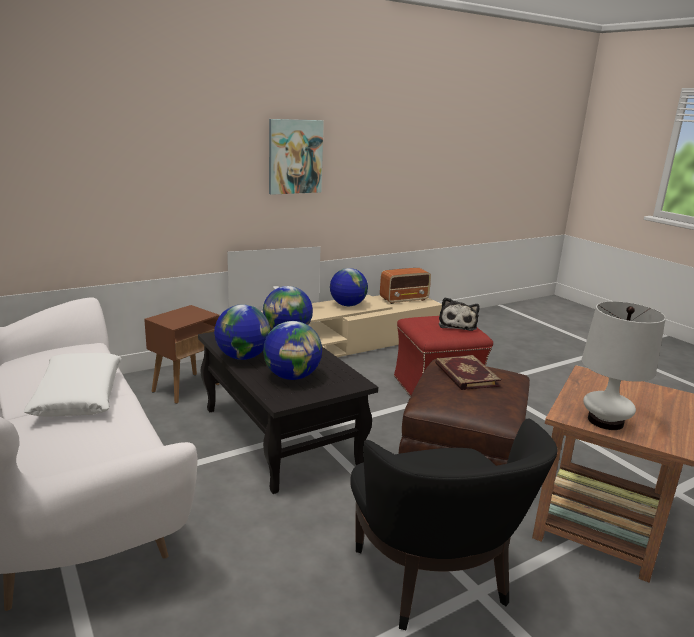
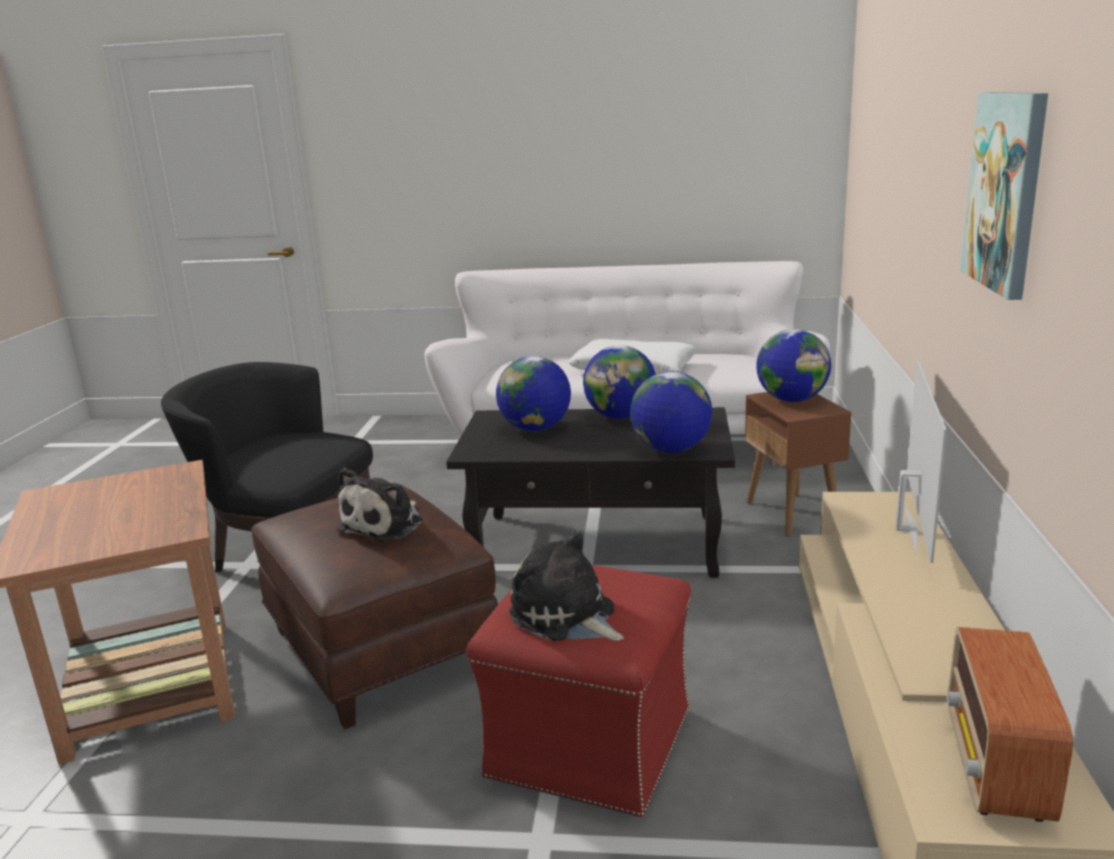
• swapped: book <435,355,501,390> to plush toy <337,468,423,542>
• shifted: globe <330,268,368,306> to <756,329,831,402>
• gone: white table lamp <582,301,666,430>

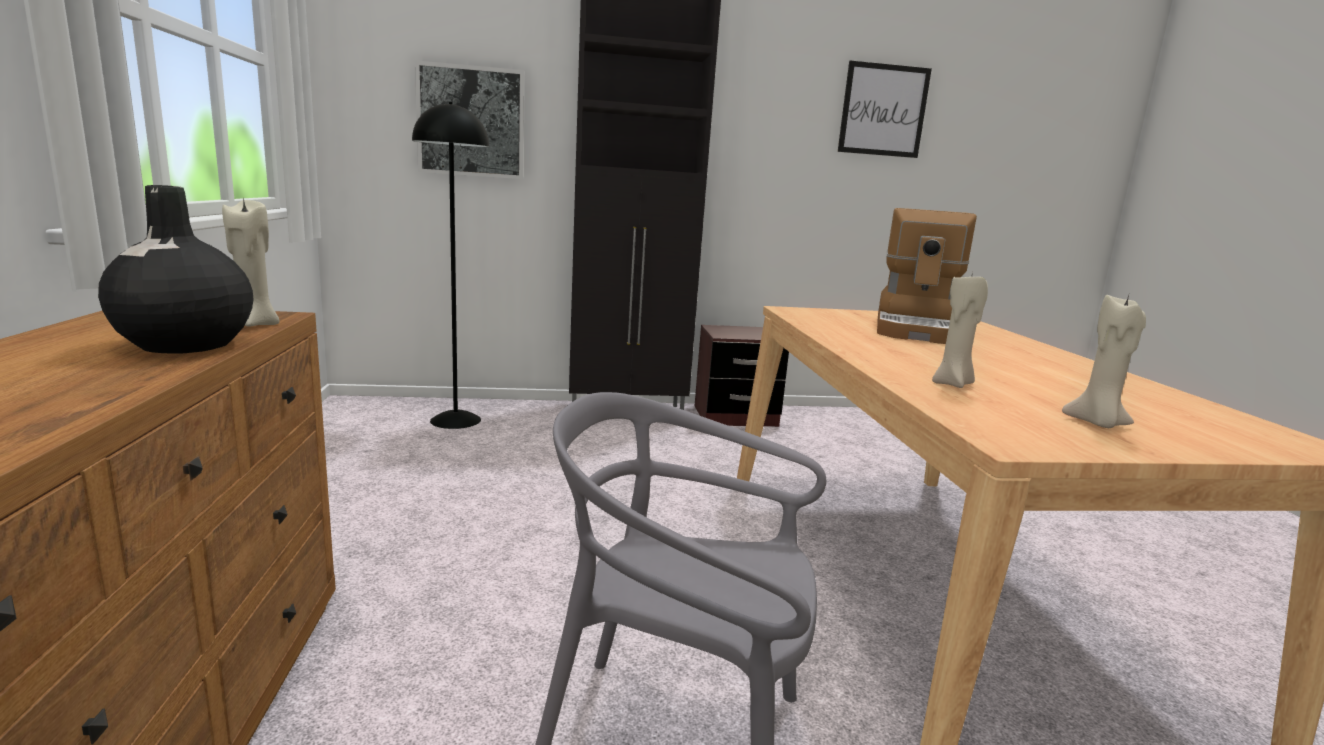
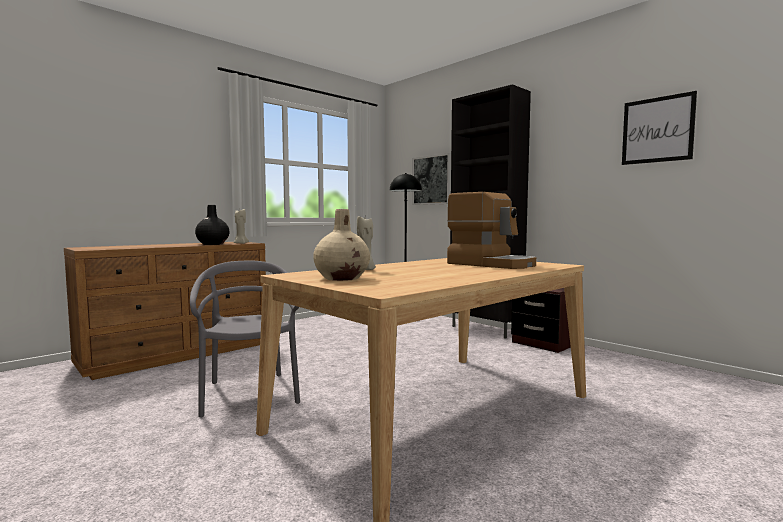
• swapped: beige candle <1062,295,1146,428> to beige vase <313,209,370,281>
• rotated: coffee machine <877,208,977,344> = <447,192,536,269> 120 degrees counterclockwise

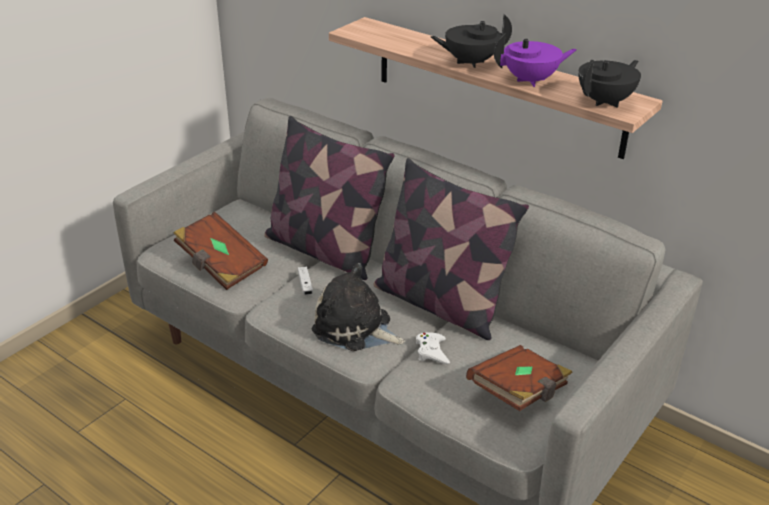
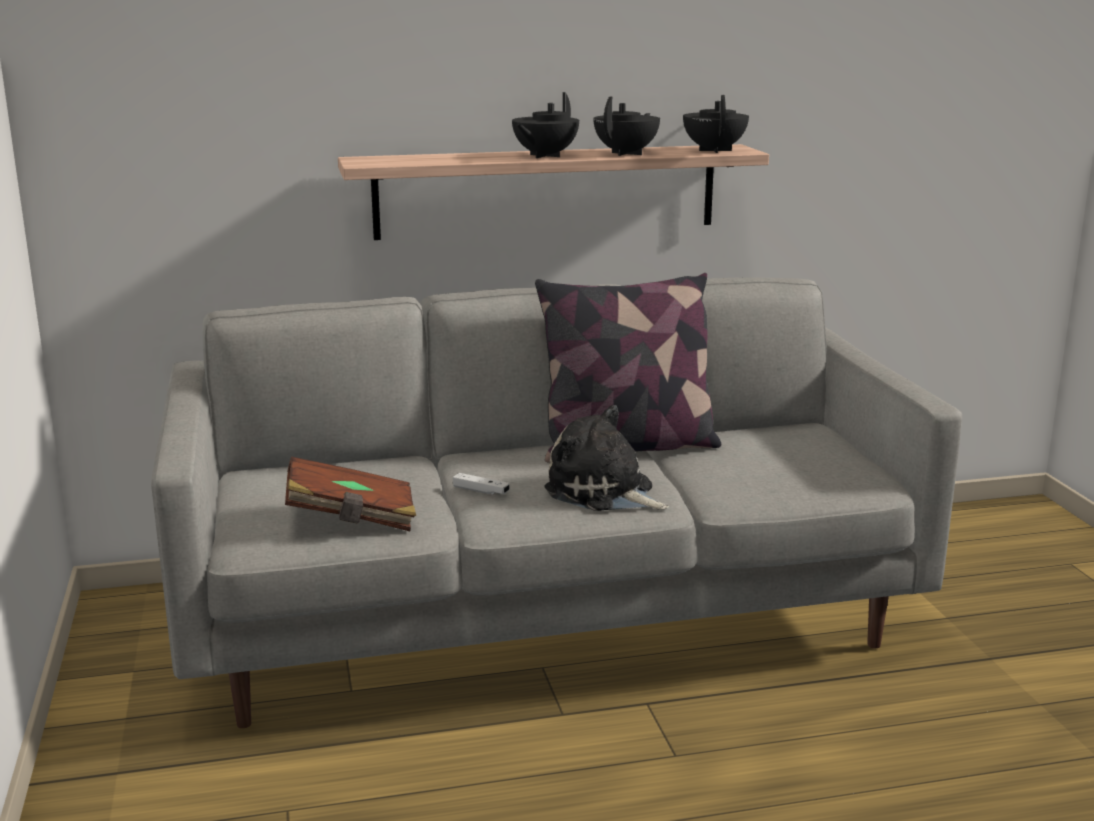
• rotated: plush toy <312,263,405,351> = <544,405,669,511> 60 degrees clockwise
• repainted: purple teapot <494,33,577,87> to black teapot <593,96,660,156>
• gone: pillow <264,116,395,280>
• gone: white game controller <416,332,450,364>
• gone: brown book <466,345,573,411>

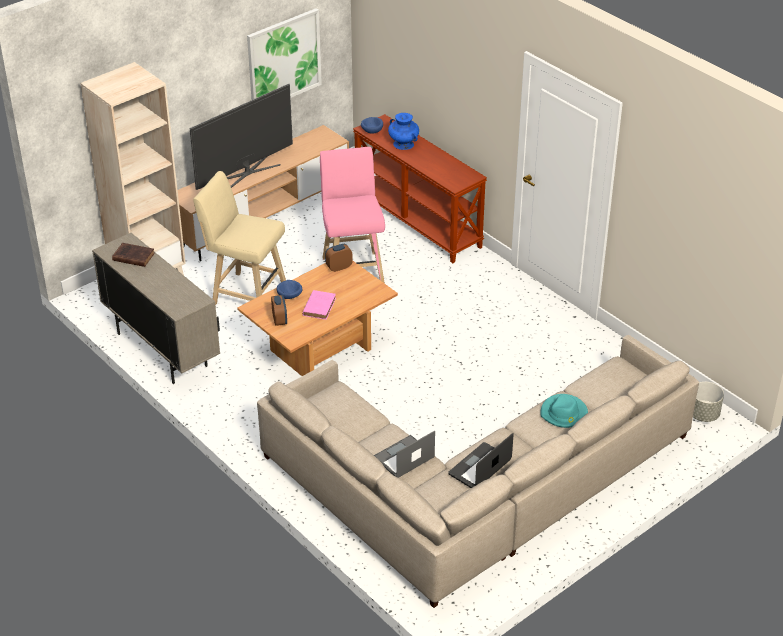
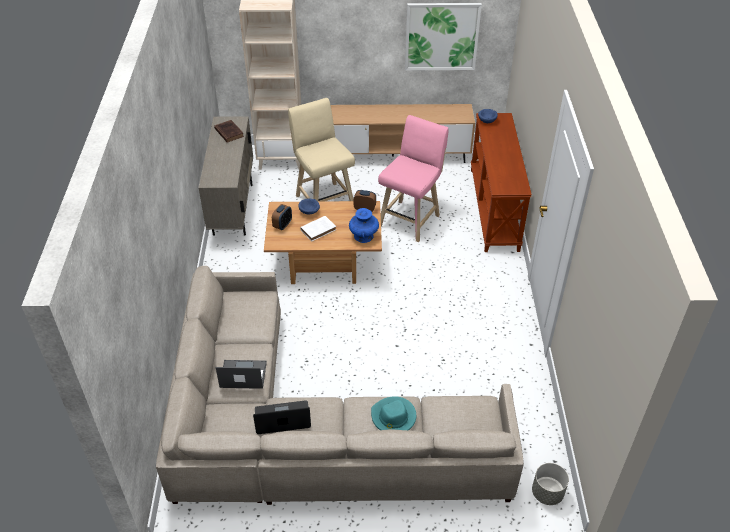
• repainted: pink book <302,290,336,320> to white book <300,216,336,241>
• shifted: blue vase <388,113,419,150> to <349,208,379,243>
• gone: television <190,84,293,190>

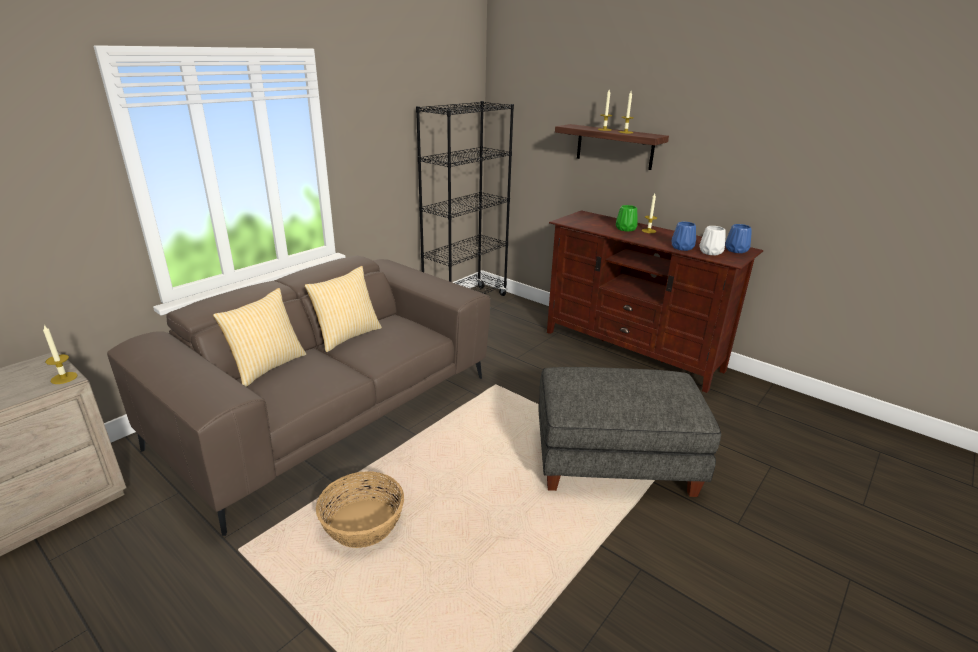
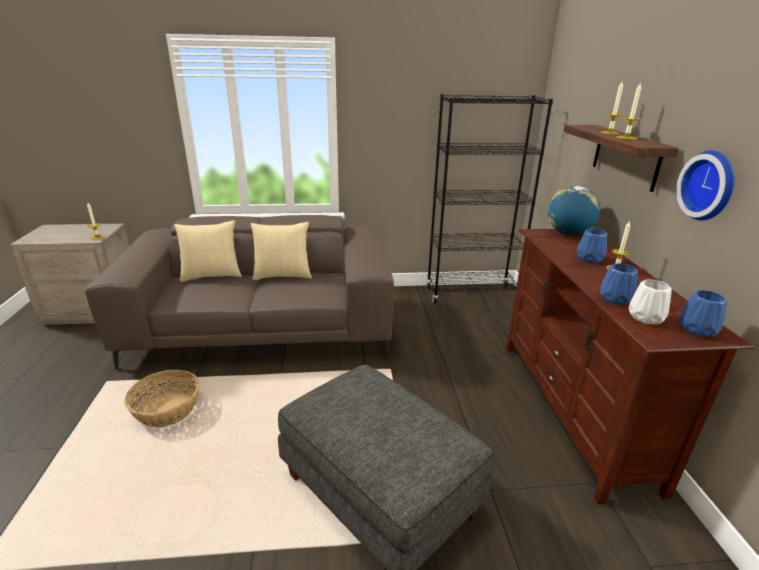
• new: globe <548,186,600,235>
• repainted: green vase <616,205,638,232> to blue vase <577,229,607,263>
• new: wall clock <676,151,735,221>

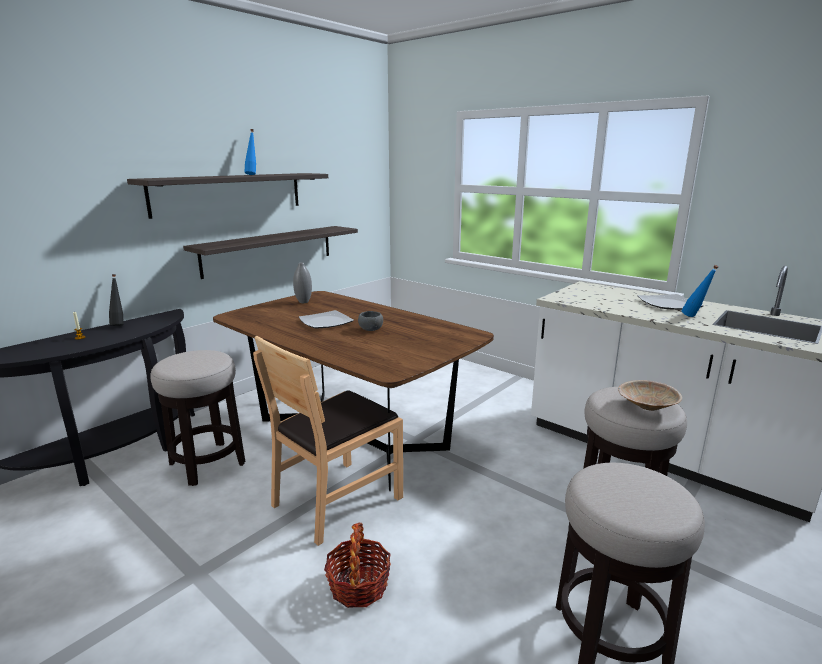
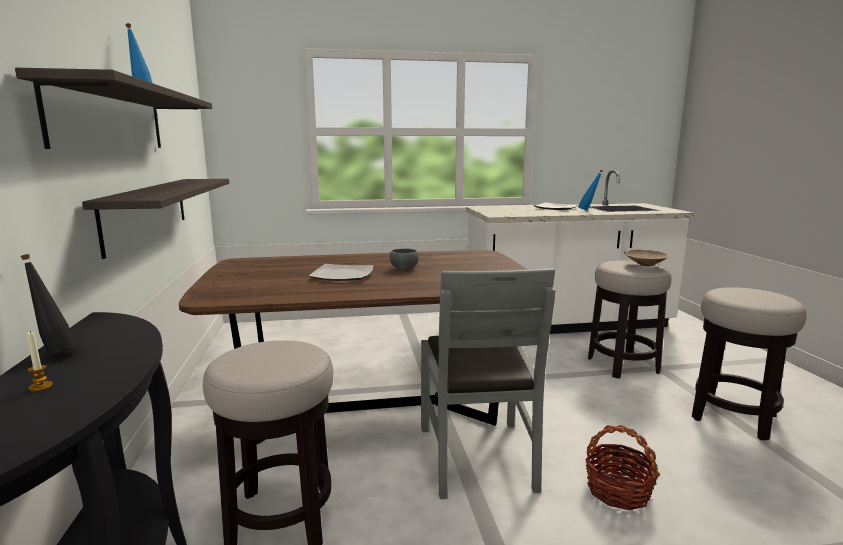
• repainted: brown chair <253,336,403,546> to grey chair <421,268,555,499>
• gone: grey vase <293,262,312,303>

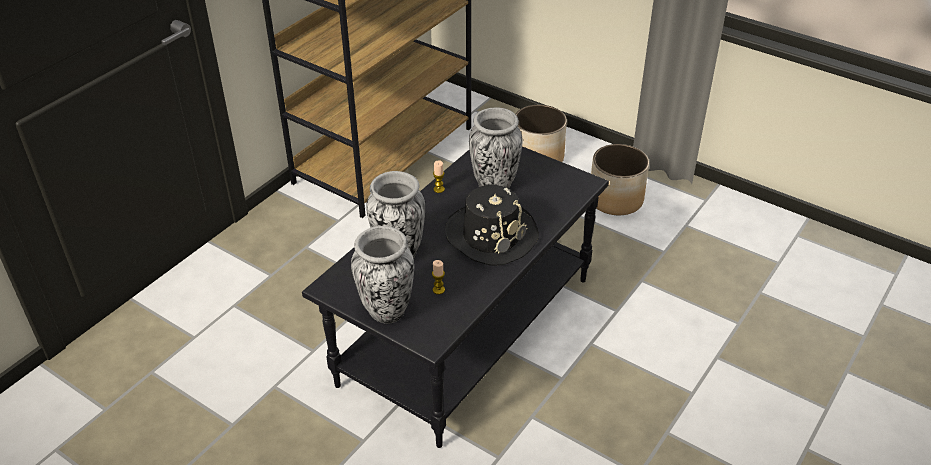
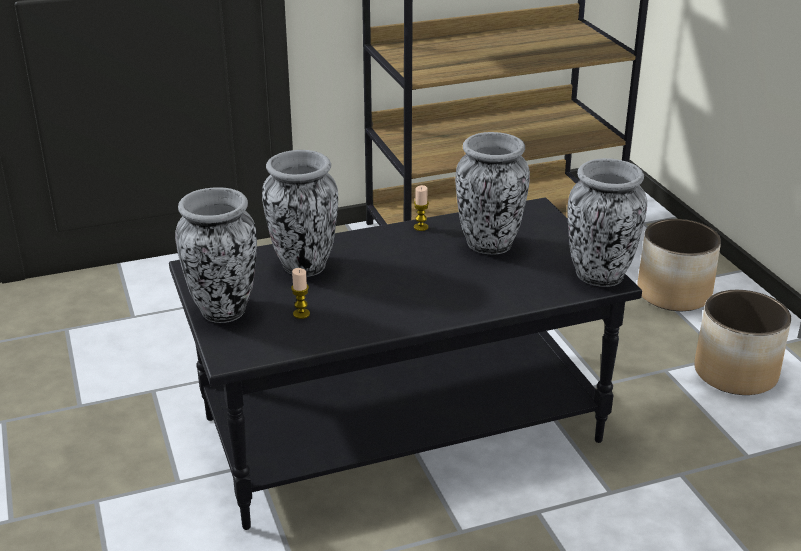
• new: vase <567,158,647,287>
• gone: black hat <445,185,539,266>

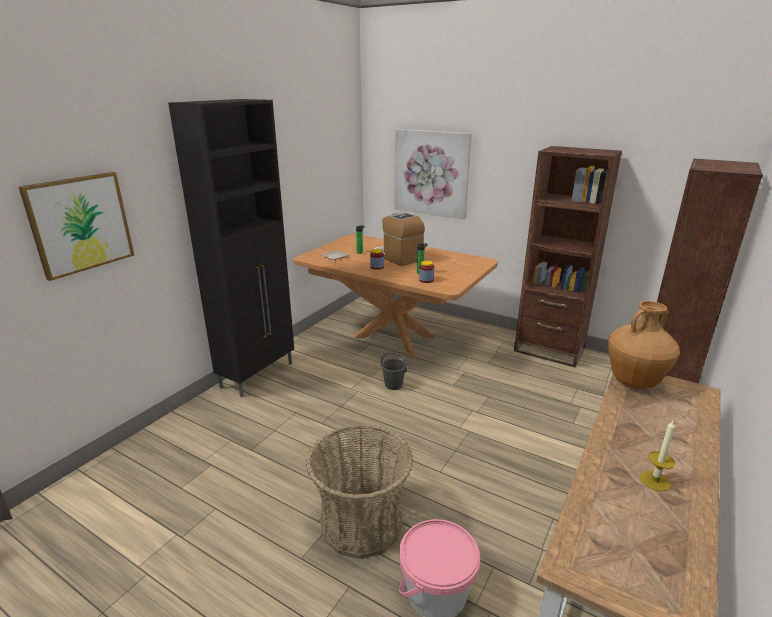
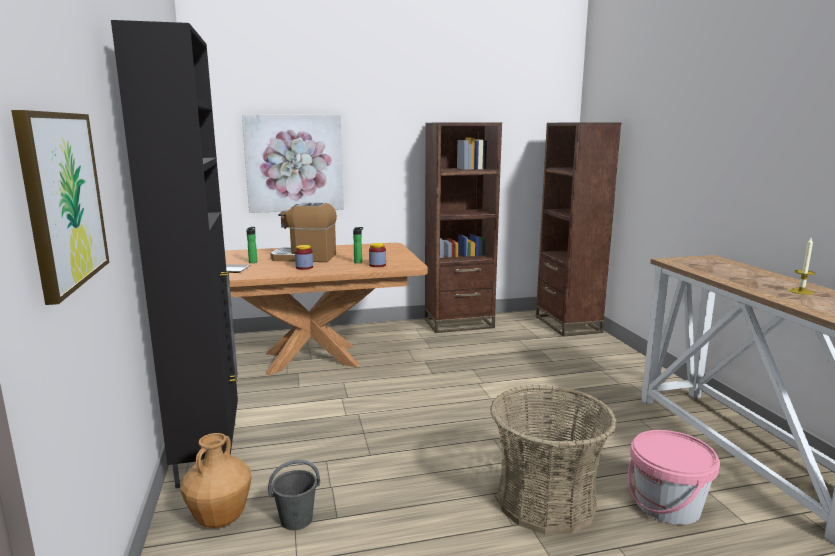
• shifted: brown vase <608,301,680,389> to <181,433,252,528>
• shifted: grey bucket <381,352,407,390> to <268,460,320,530>

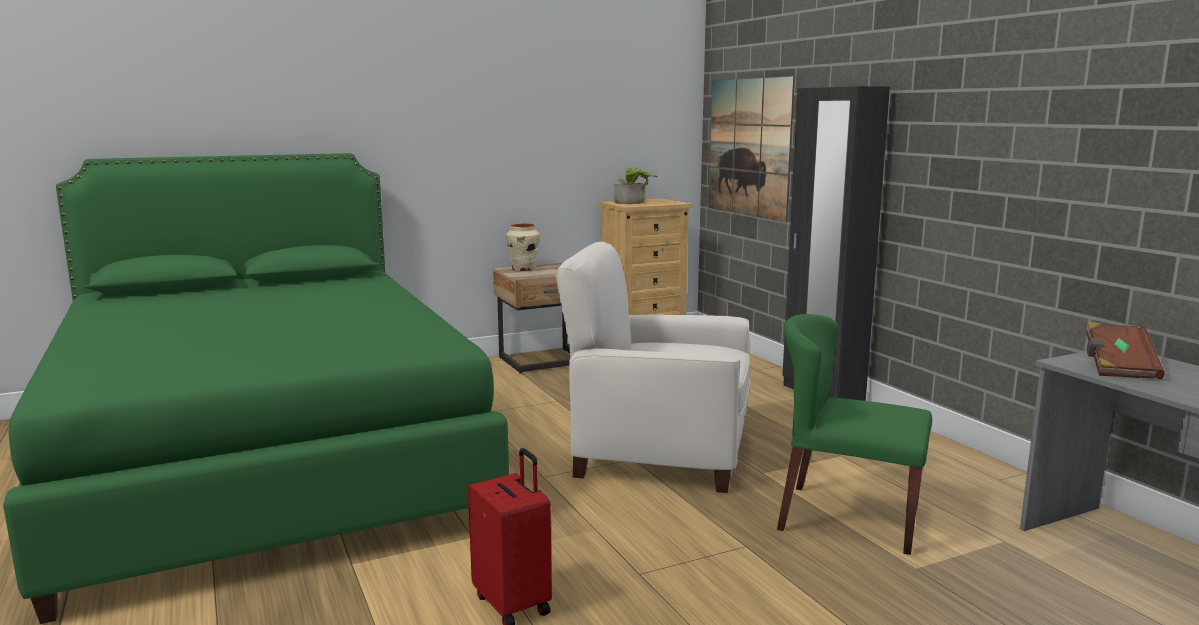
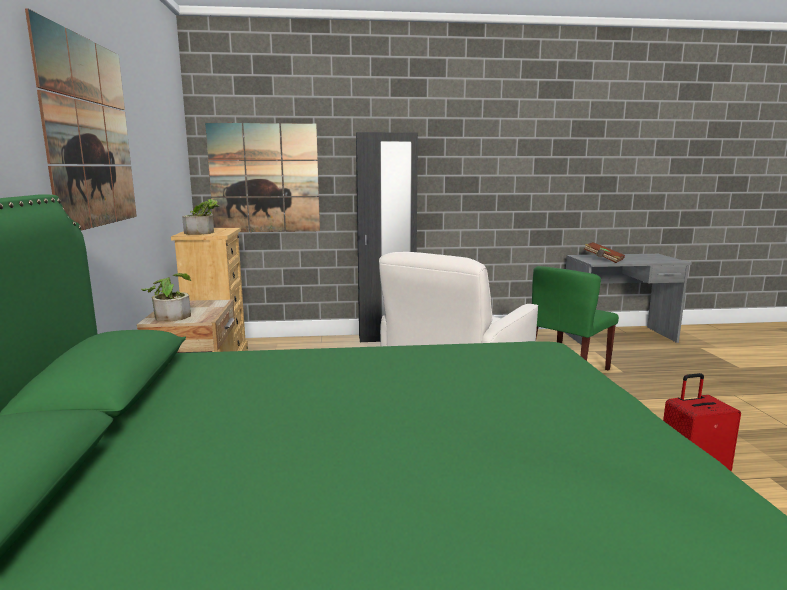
• new: picture <25,8,137,231>
• swapped: beige vase <506,224,540,272> to potted plant <141,273,191,322>

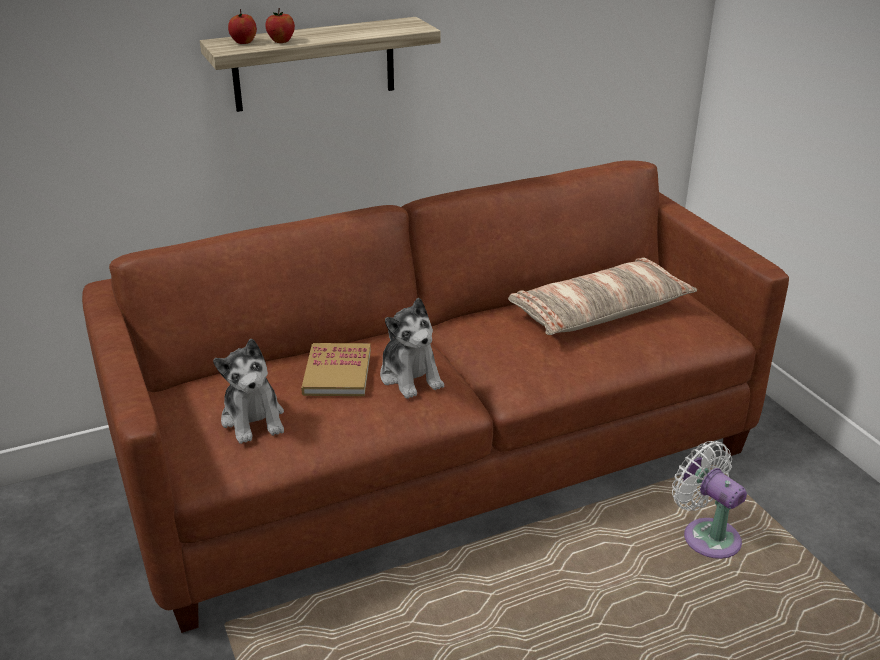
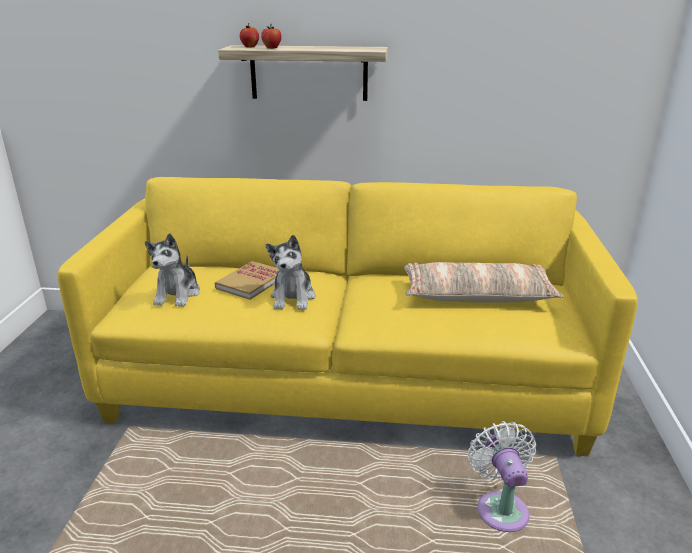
• repainted: brown sofa <82,161,789,633> to yellow sofa <58,177,637,456>

